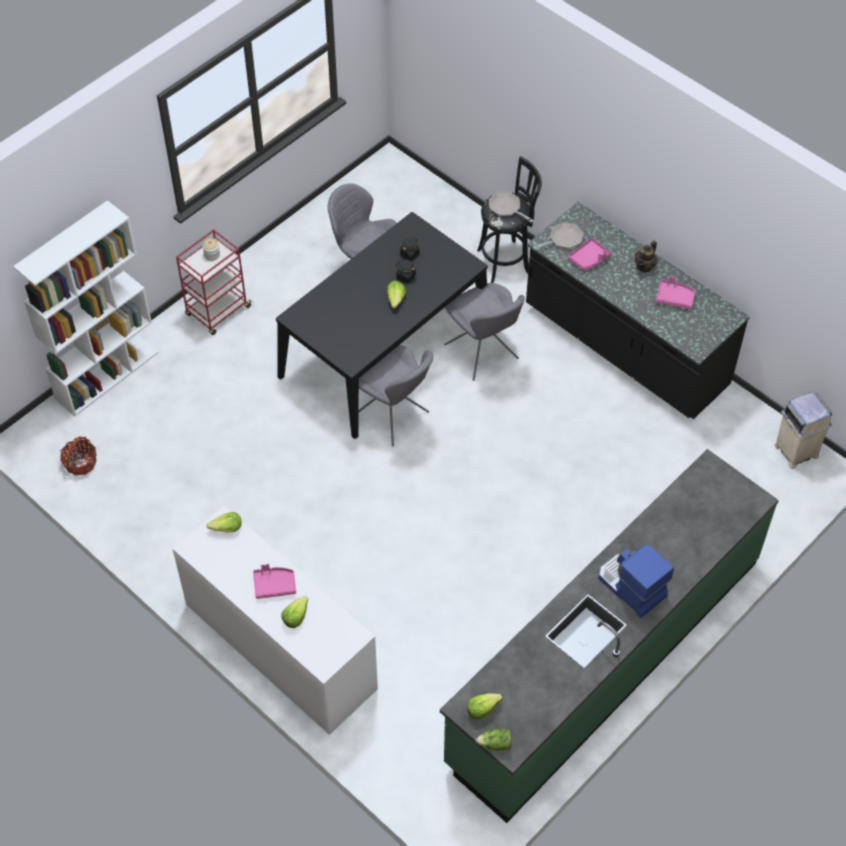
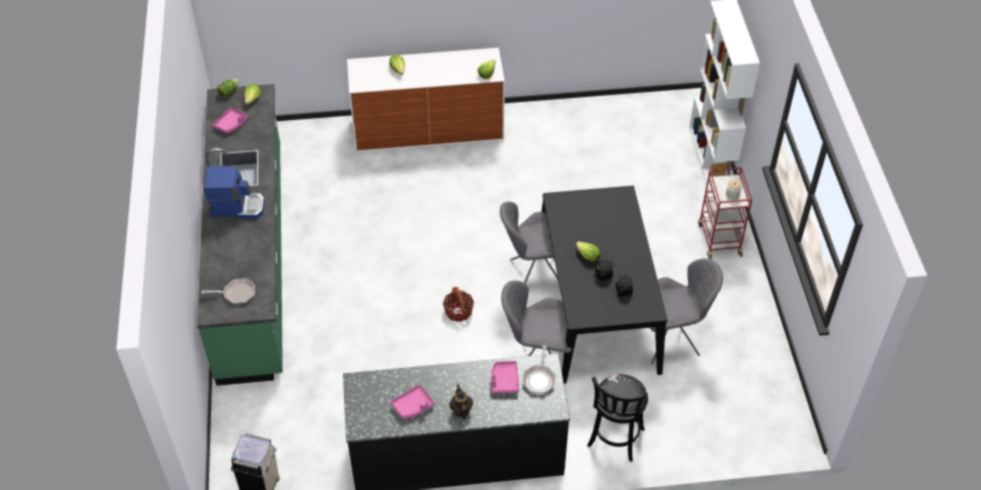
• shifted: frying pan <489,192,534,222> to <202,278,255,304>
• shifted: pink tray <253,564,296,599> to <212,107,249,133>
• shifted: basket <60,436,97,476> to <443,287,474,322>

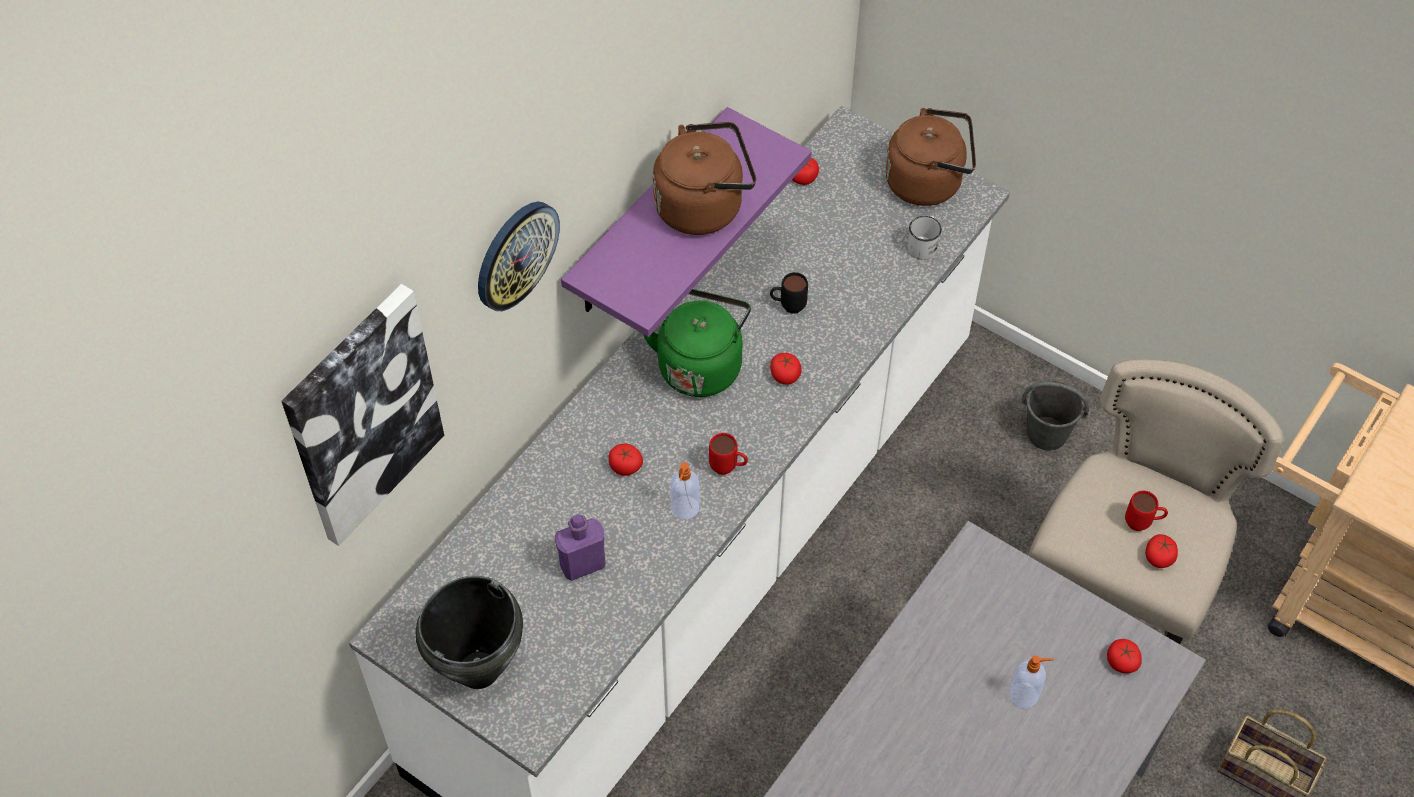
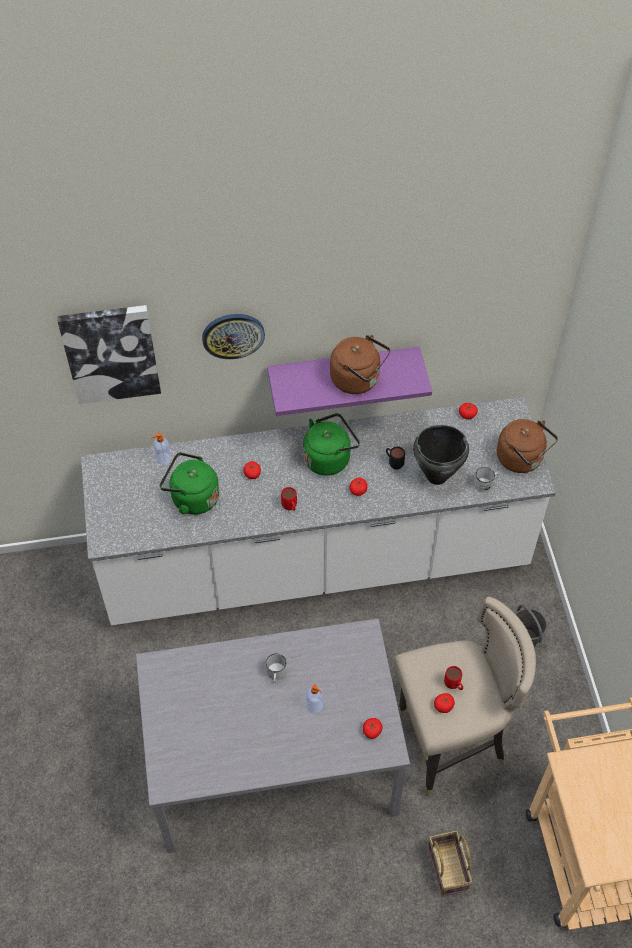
• shifted: soap dispenser <671,462,699,519> to <151,433,171,465>
• swapped: purple bottle <555,514,606,581> to green kettle <160,452,219,515>
• new: white mug <266,653,286,683>
• shifted: black cooking pot <416,576,523,689> to <413,425,469,485>

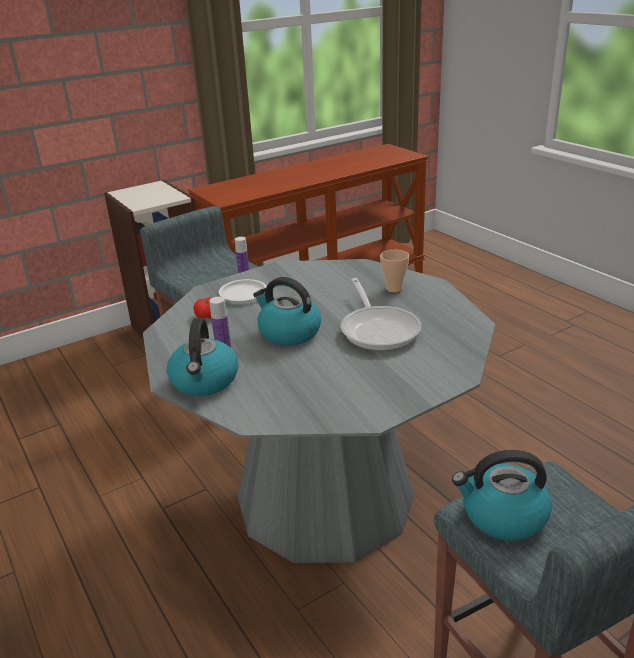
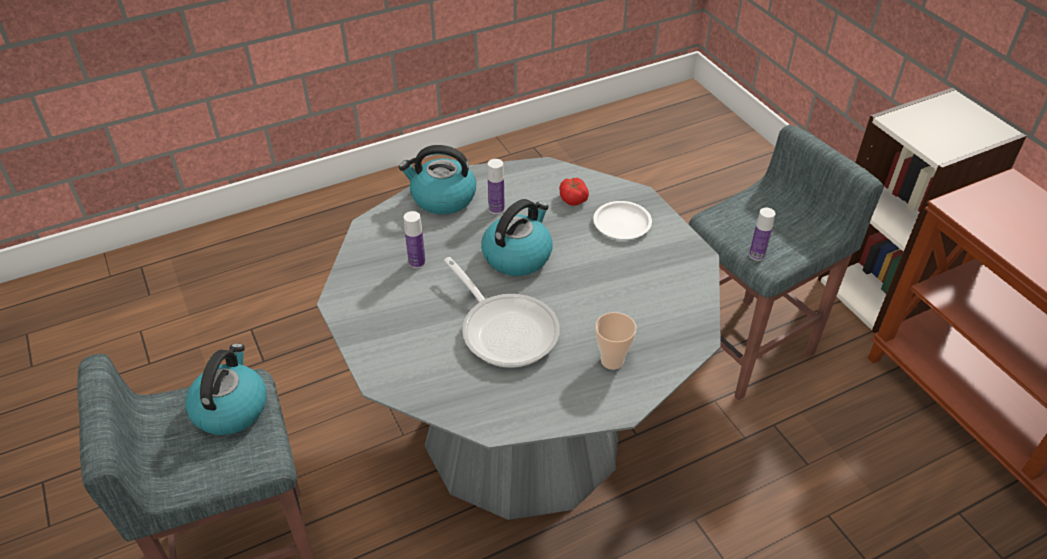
• new: bottle <404,211,426,269>
• rotated: frying pan <340,278,422,351> = <444,257,560,368> 120 degrees counterclockwise

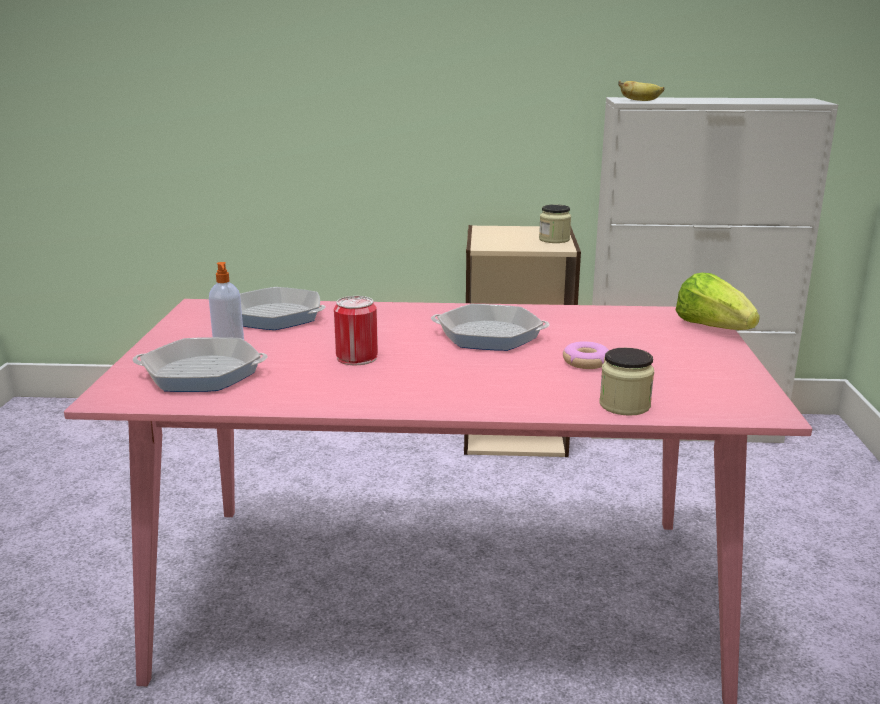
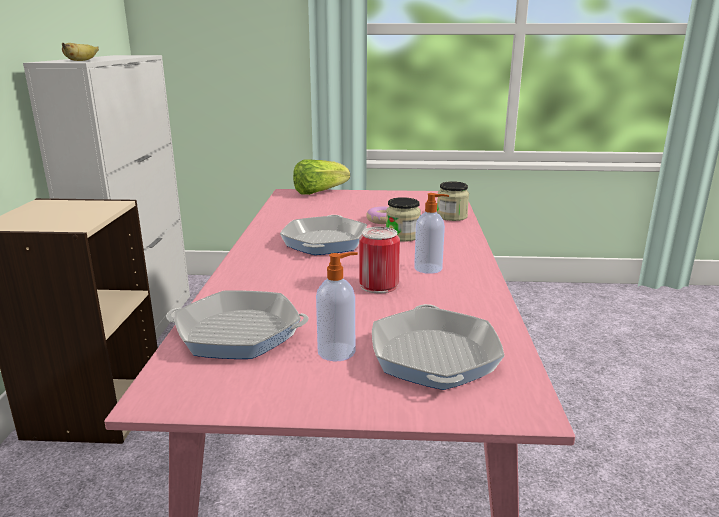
• rotated: frying pan <240,287,326,330> = <166,290,309,359> 105 degrees counterclockwise
• shifted: jar <539,204,571,243> to <386,197,421,242>
• new: soap dispenser <414,193,449,274>

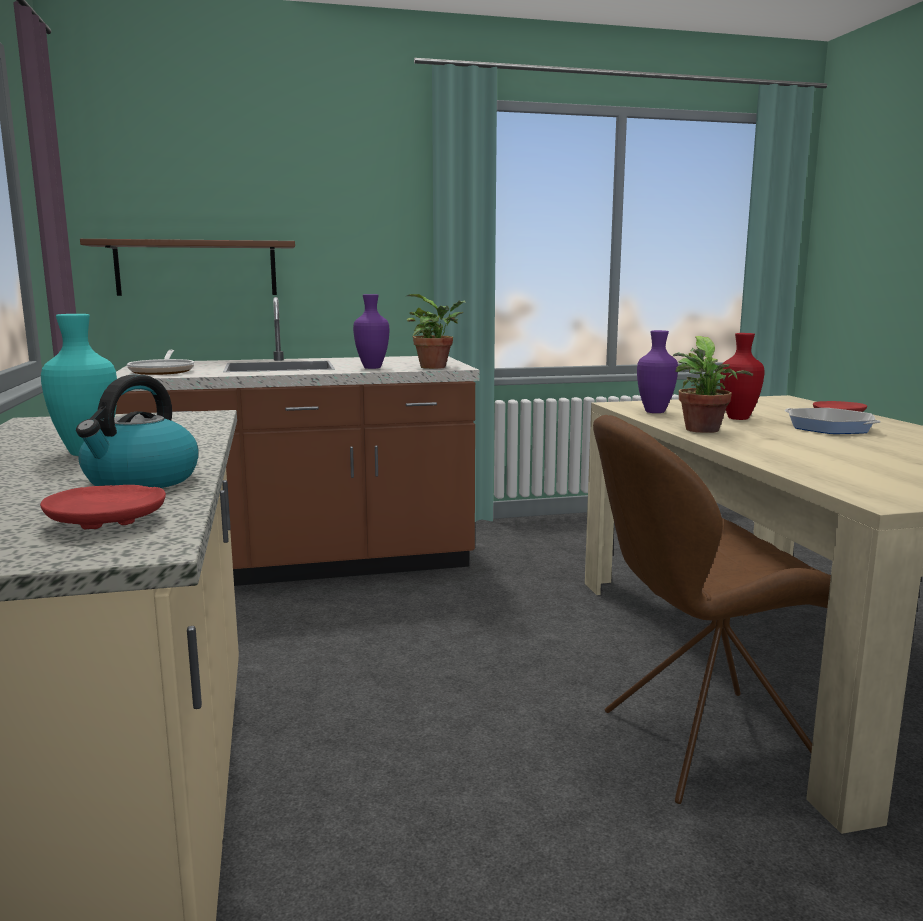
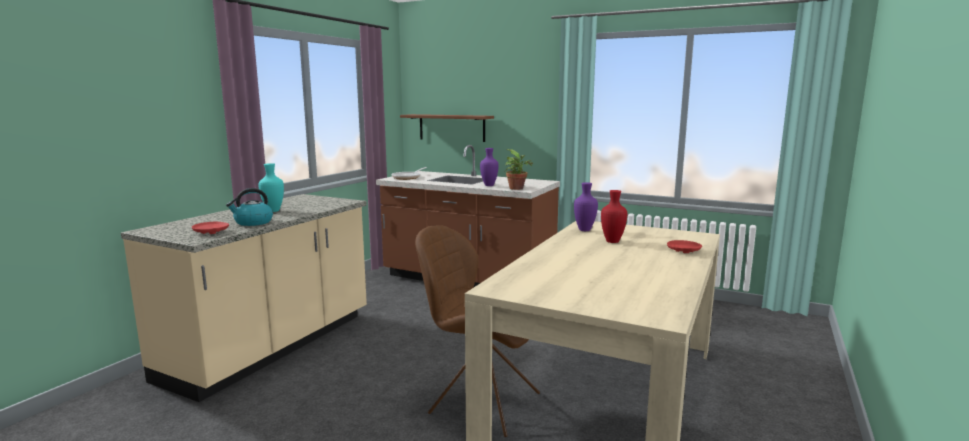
• gone: potted plant <673,336,753,433>
• gone: frying pan <785,408,881,434>

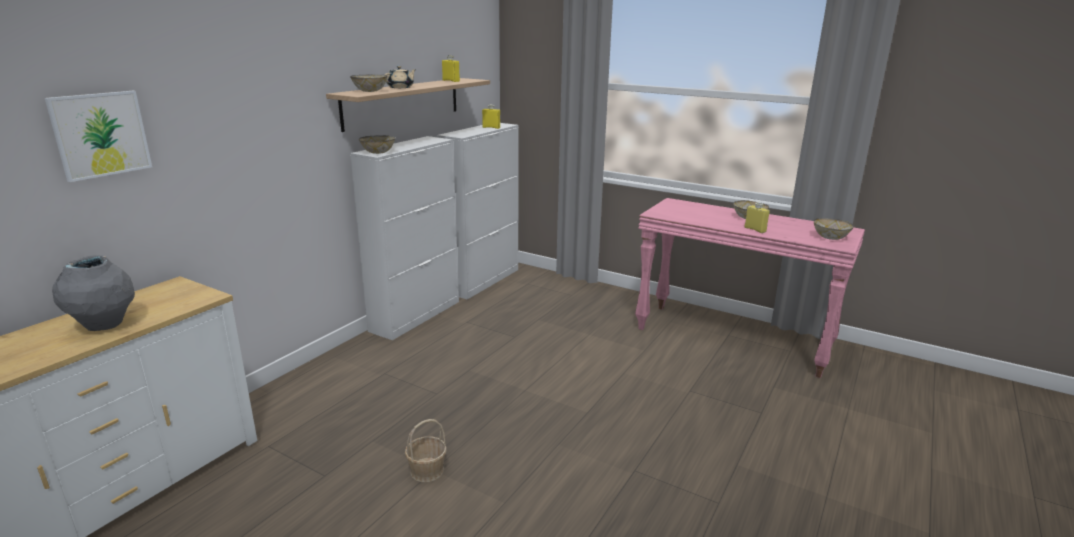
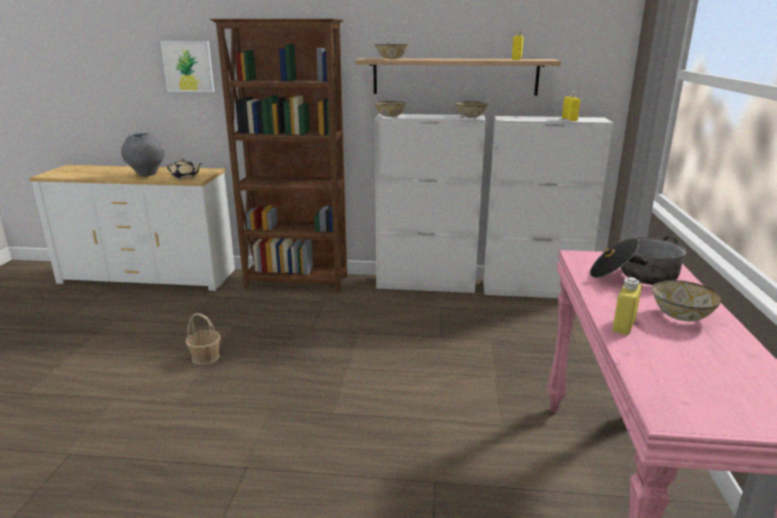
• shifted: beige teapot <384,66,416,88> to <166,159,202,179>
• new: brown bookcase <210,19,347,293>
• shifted: bowl <814,218,854,240> to <455,101,488,118>
• new: cooking pot <590,236,686,285>

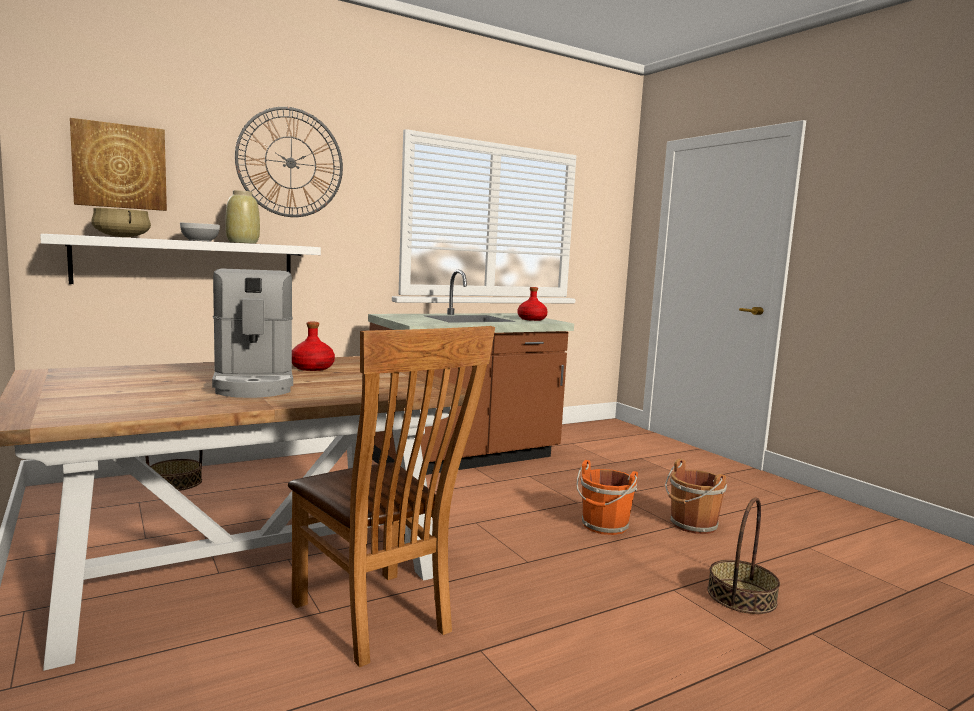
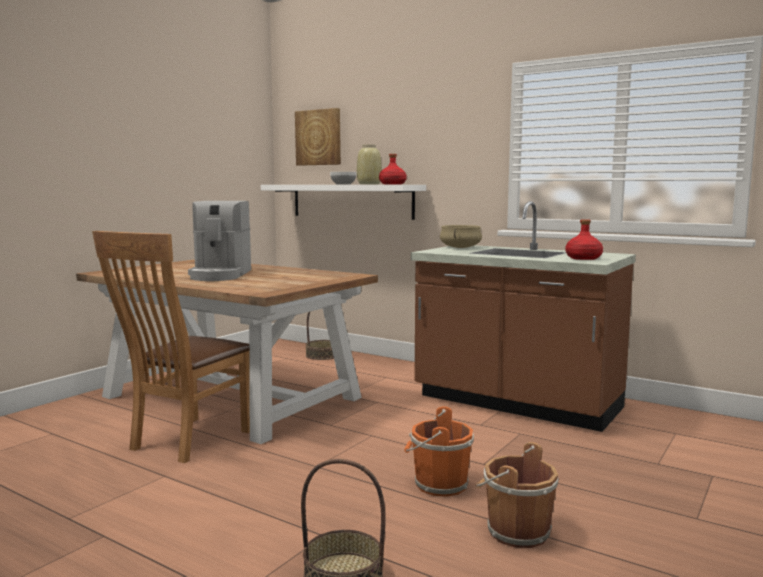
• rotated: coffee machine <212,268,293,398> = <188,201,251,281> 45 degrees counterclockwise
• shifted: red bottle <292,322,335,371> to <379,154,407,184>
• shifted: beige cooking pot <91,208,151,237> to <440,225,482,248>
• gone: wall clock <235,107,343,217>

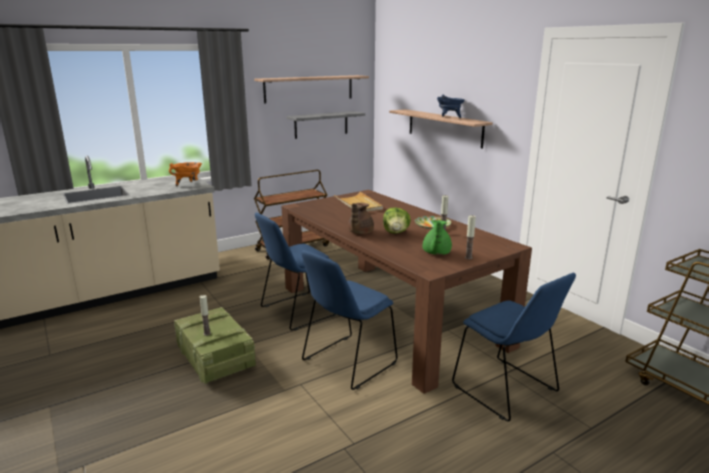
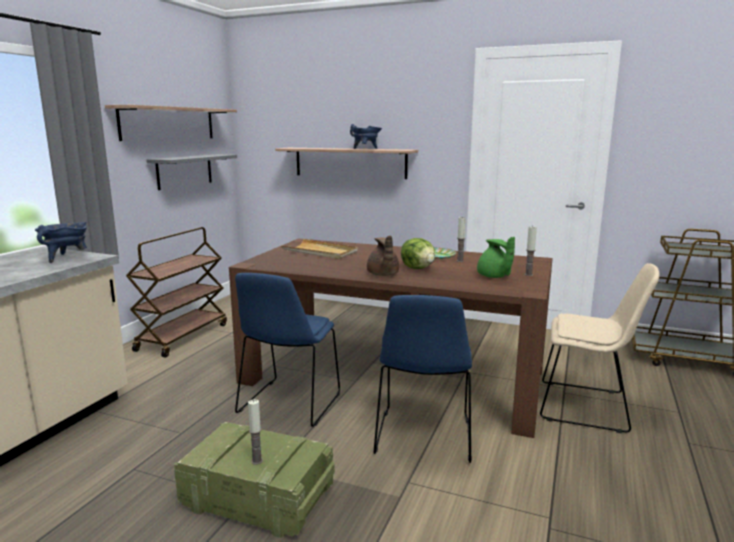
• repainted: orange cooking pot <169,162,202,187> to blue cooking pot <35,222,87,263>
• repainted: blue chair <452,273,576,421> to beige chair <540,263,660,433>

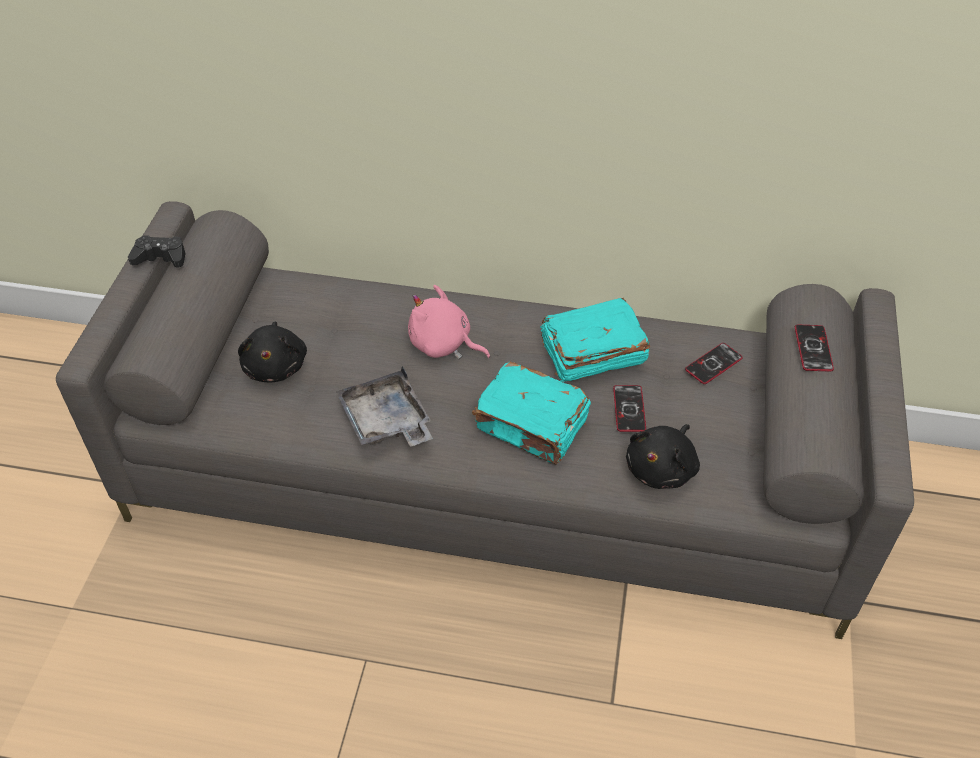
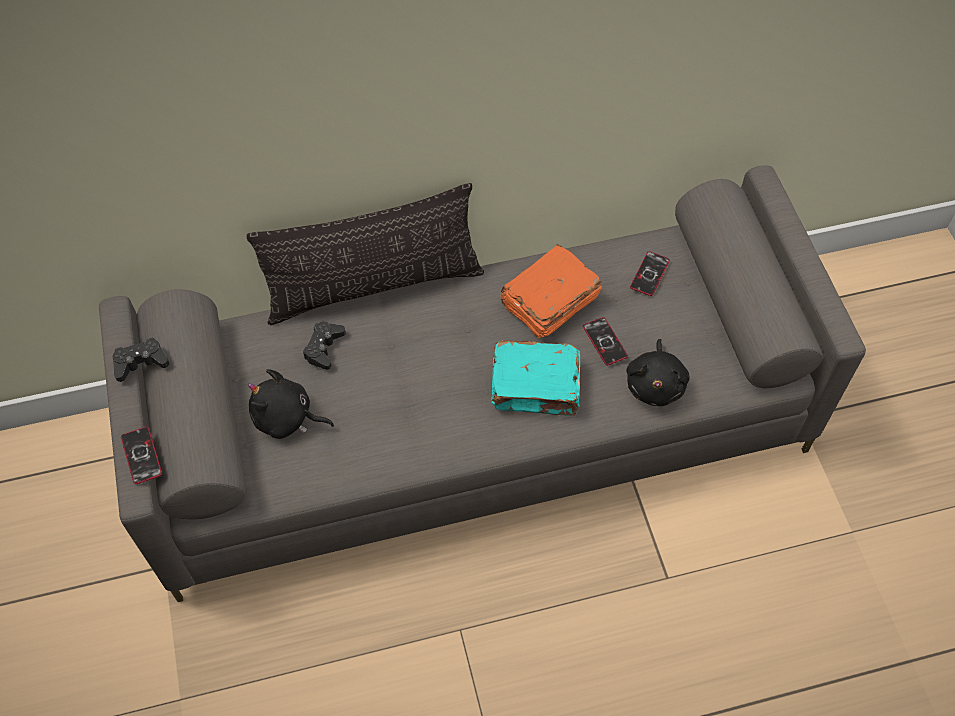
• shifted: phone <795,325,834,371> to <121,427,162,484>
• new: pillow <247,183,484,325>
• rotated: black plush toy <238,322,307,382> = <248,369,334,439> 135 degrees clockwise
• new: black game controller <303,322,346,370>
• repainted: turquoise book <540,298,650,382> to orange book <500,244,602,338>
• gone: grey tray <336,366,433,447>
• gone: pink plush toy <408,285,490,359>

